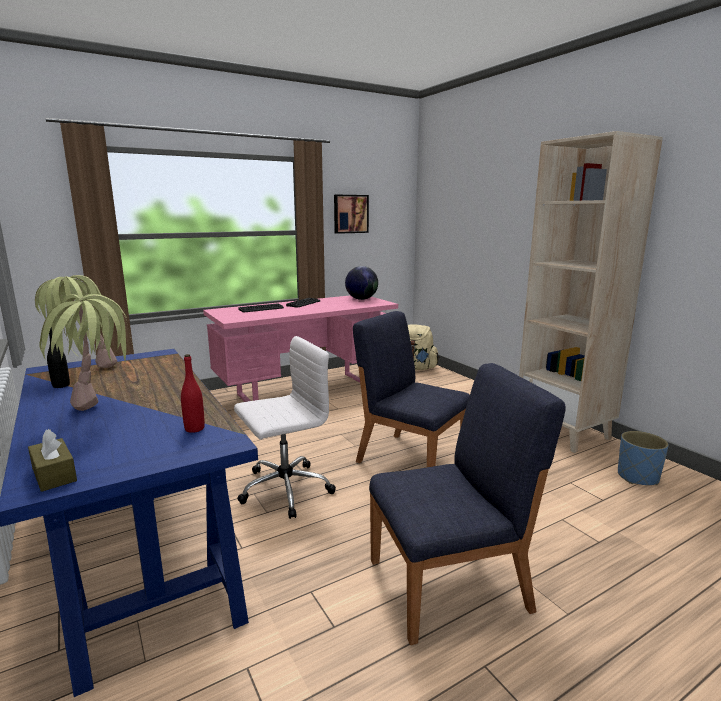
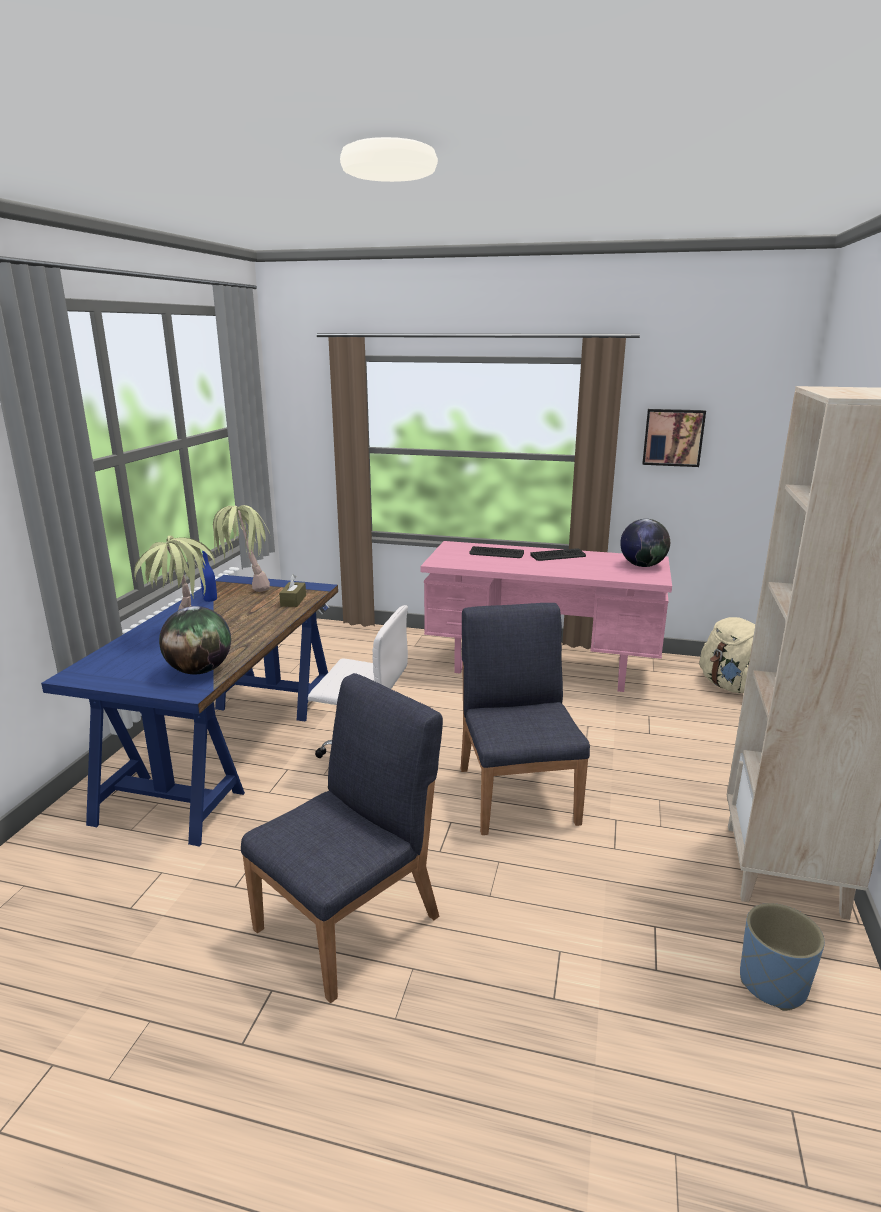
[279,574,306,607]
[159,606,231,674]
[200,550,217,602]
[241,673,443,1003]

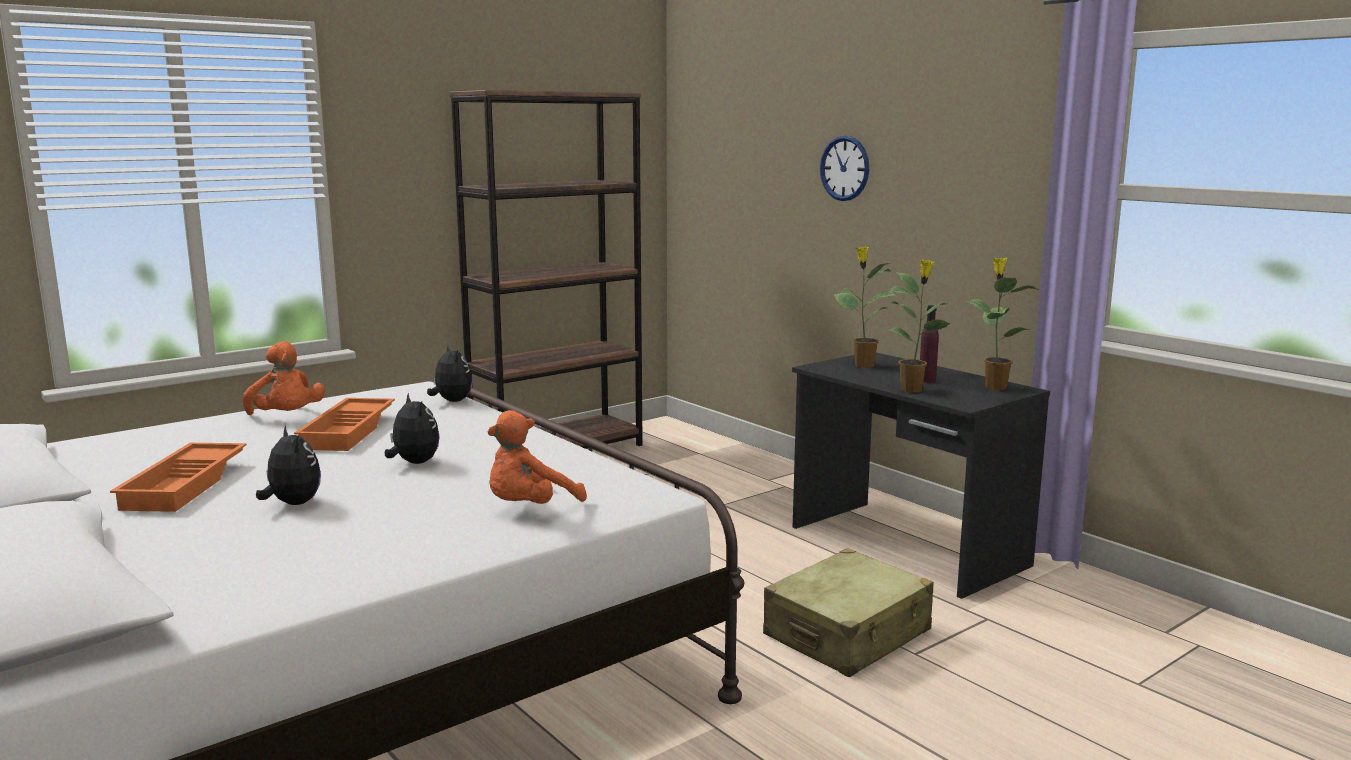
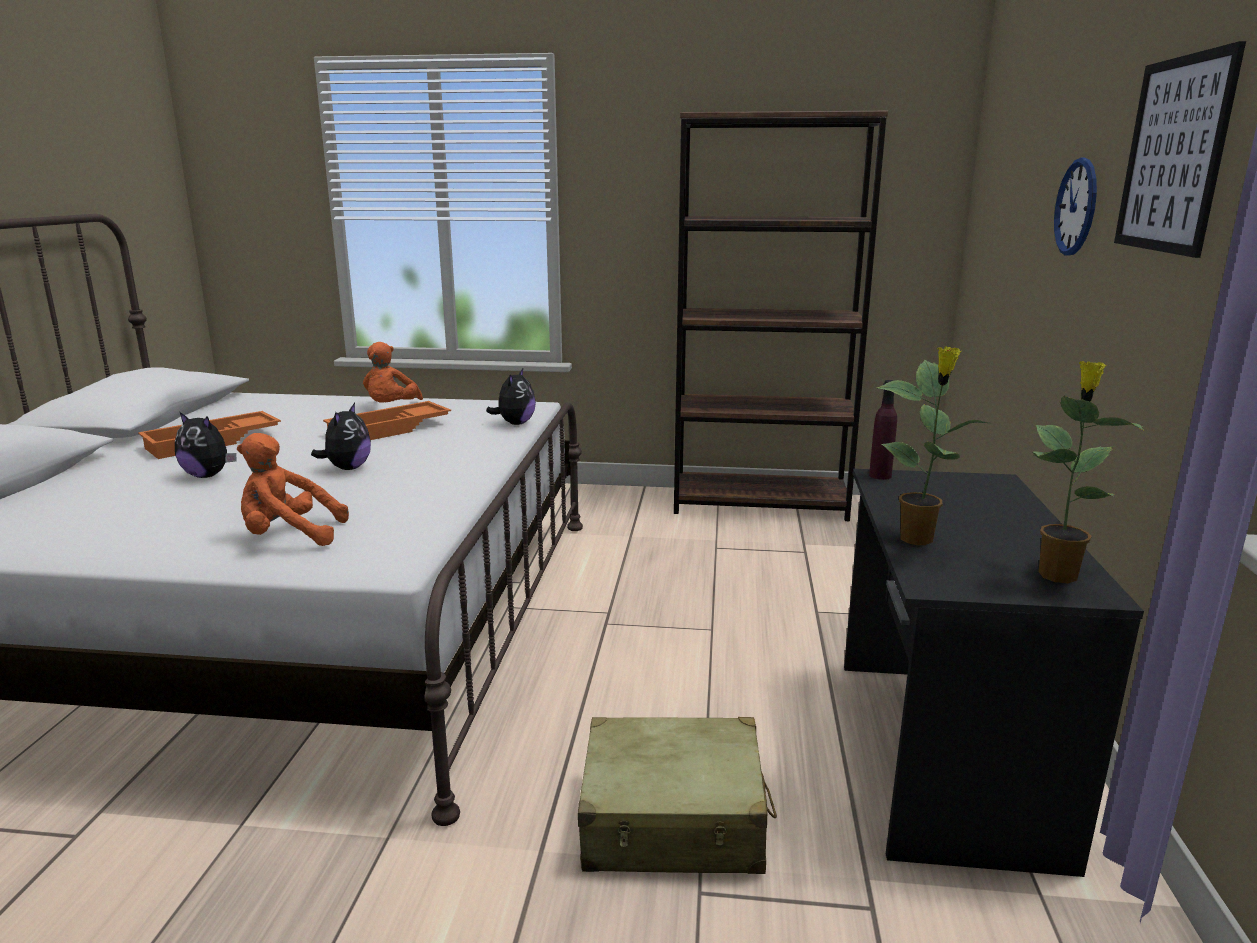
[833,246,896,368] (first image)
[1114,41,1246,258]
[869,380,897,480]
[175,412,237,478]

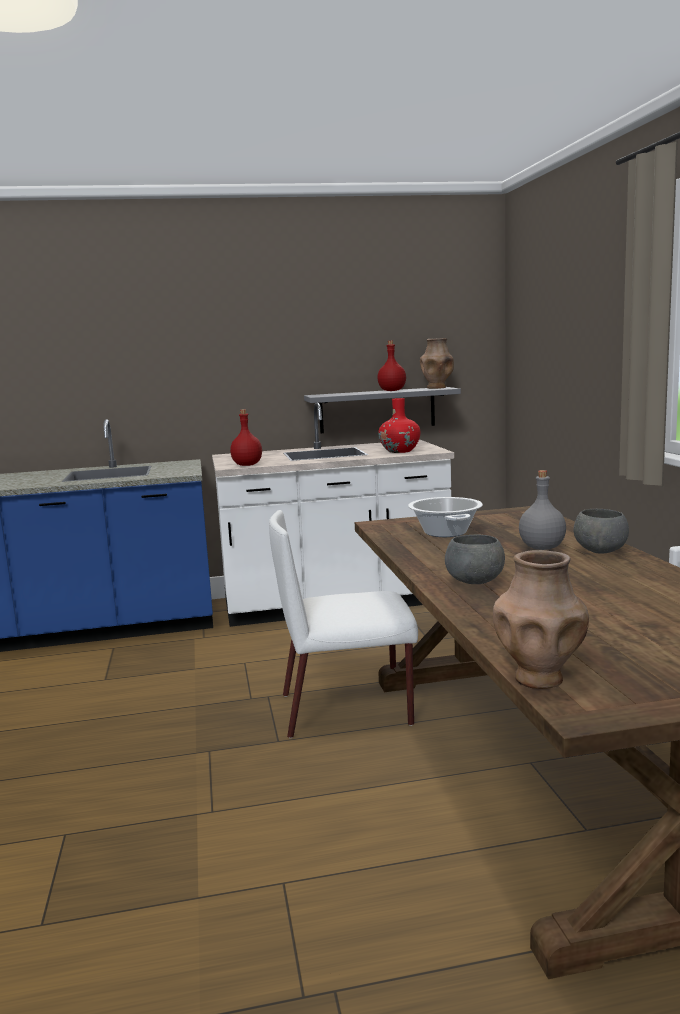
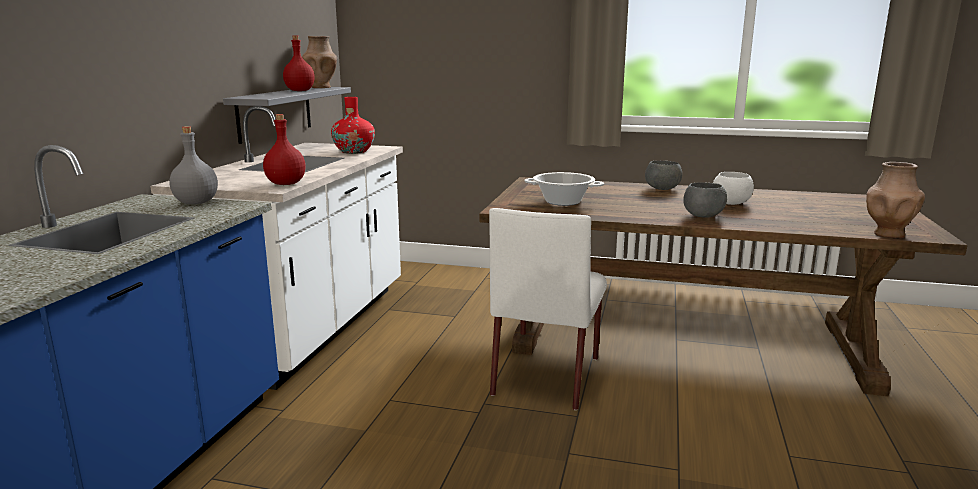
[713,172,754,205]
[169,126,218,204]

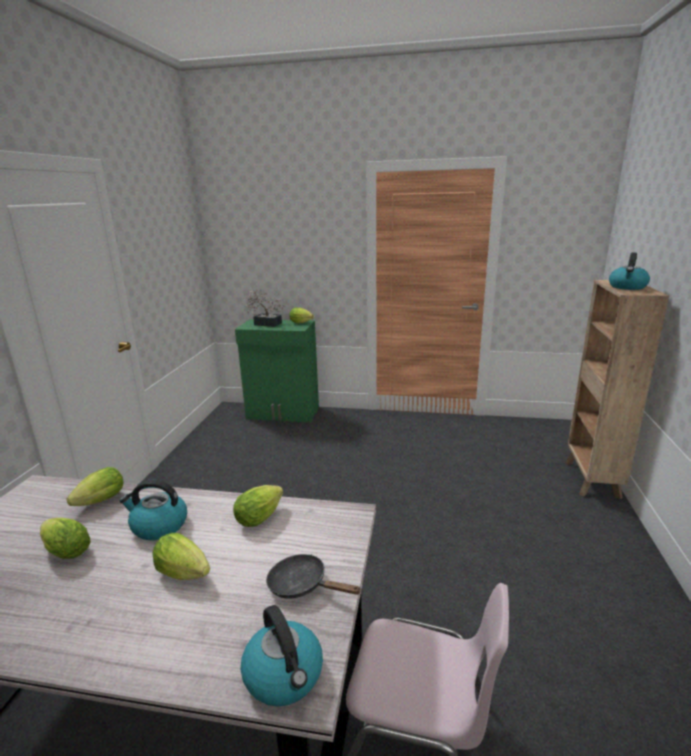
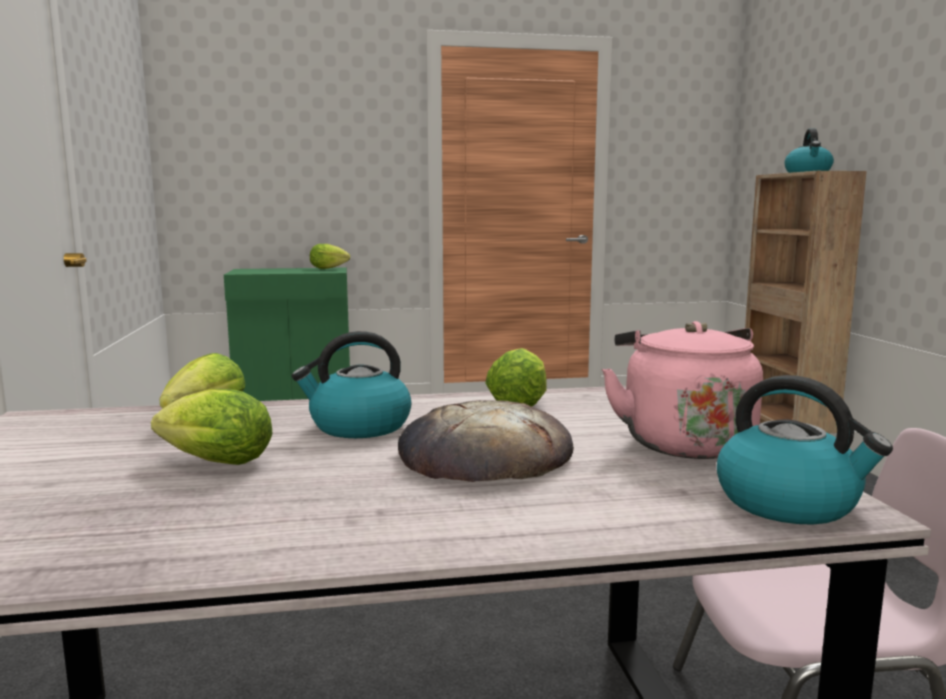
[244,290,286,327] (first image)
[398,400,574,482]
[602,321,763,459]

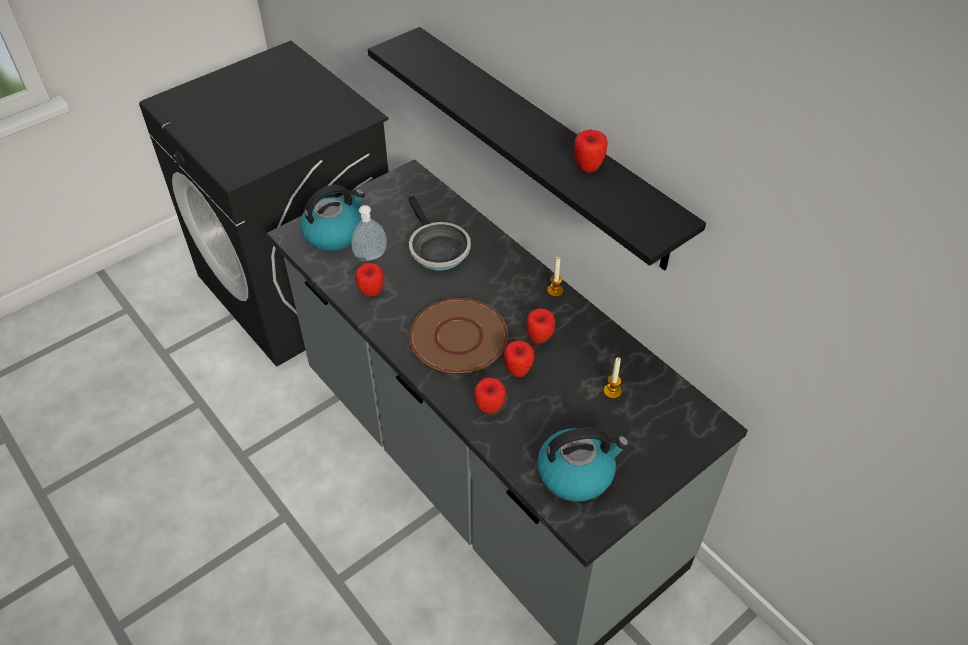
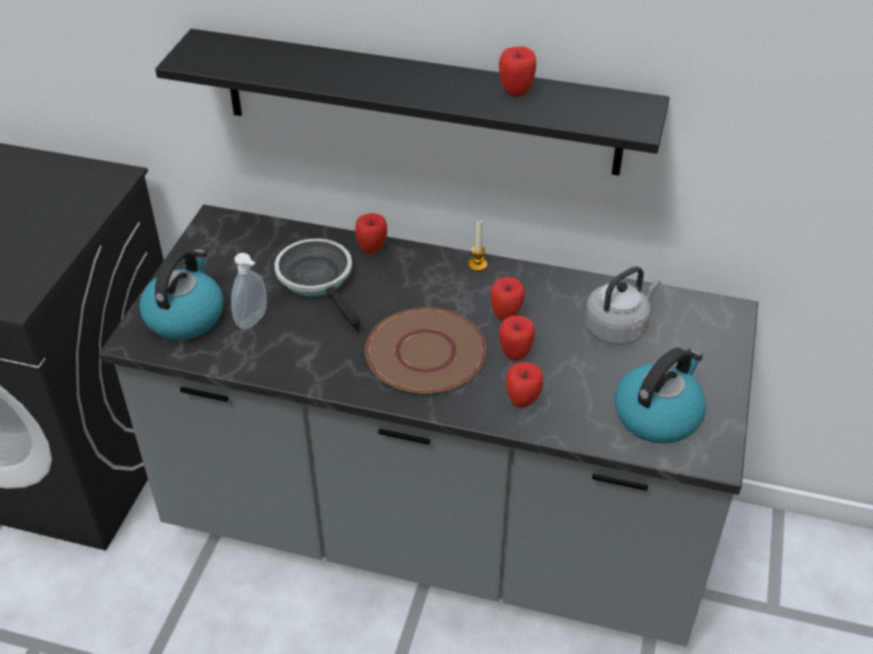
[355,213,387,253]
[585,266,661,345]
[274,239,360,332]

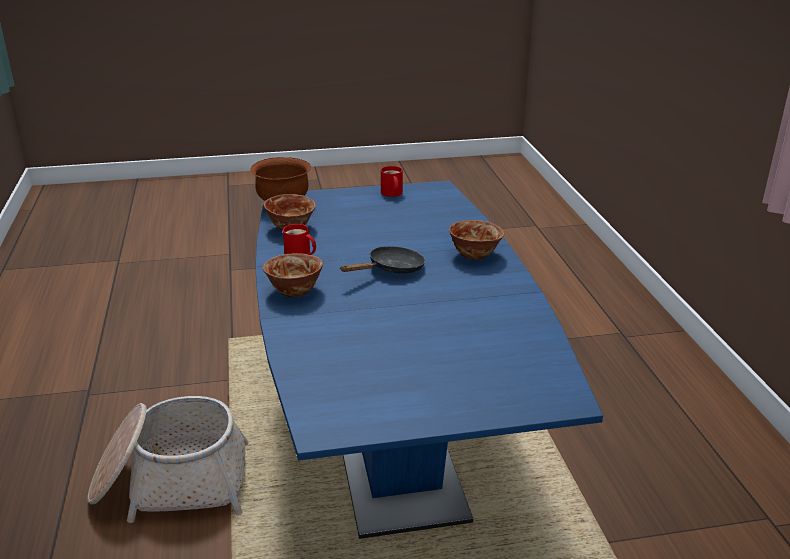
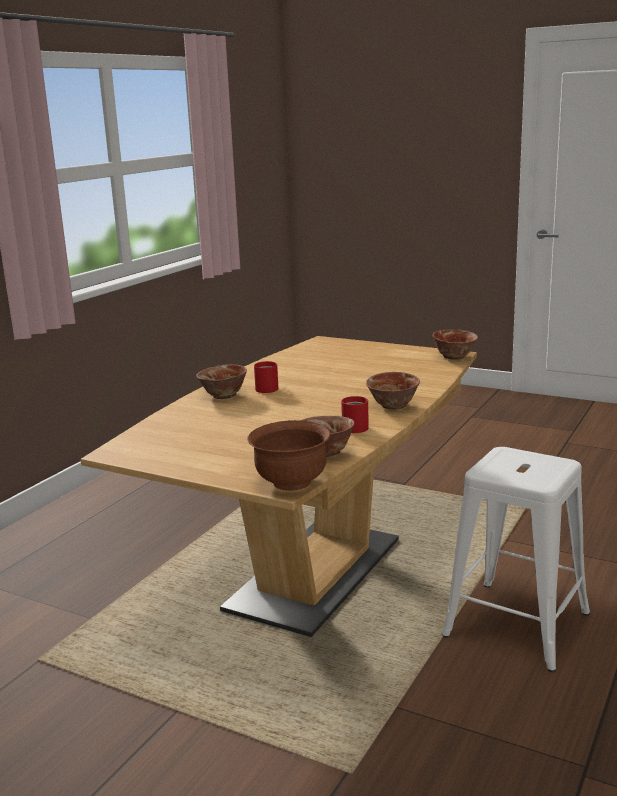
[341,246,425,274] (first image)
[432,329,478,360]
[254,361,278,393]
[442,447,590,672]
[81,336,477,637]

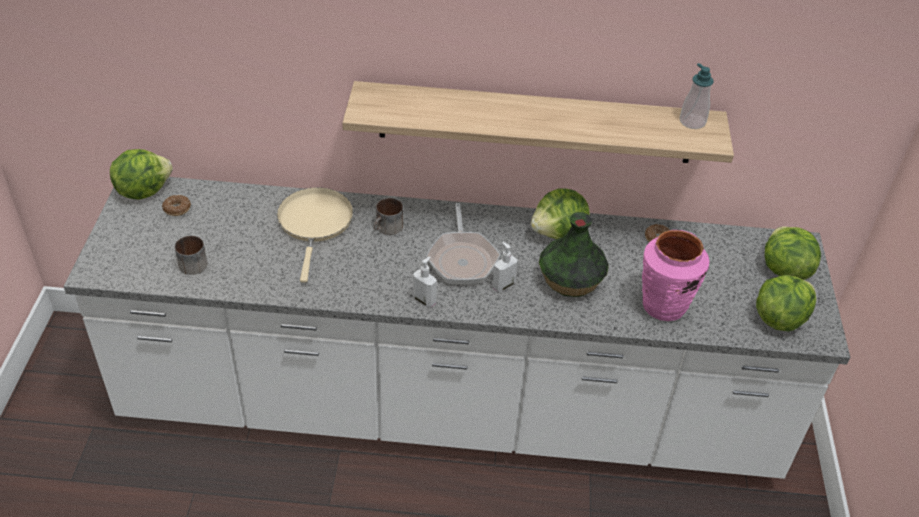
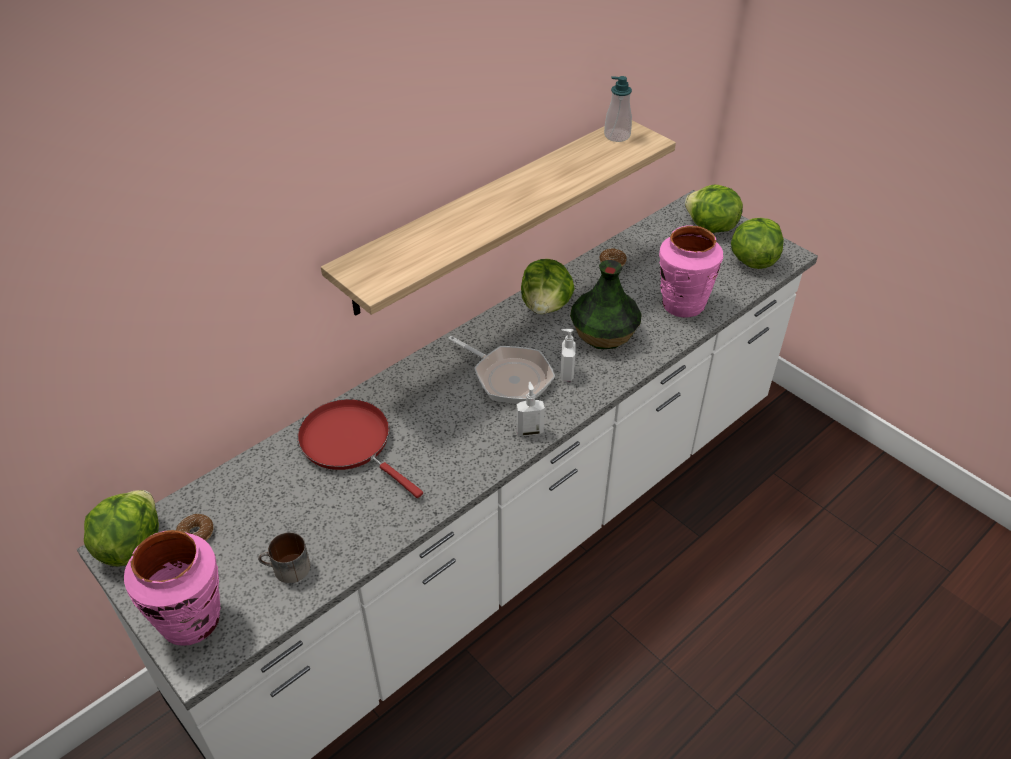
[373,198,403,235] (first image)
[124,530,221,646]
[298,399,423,498]

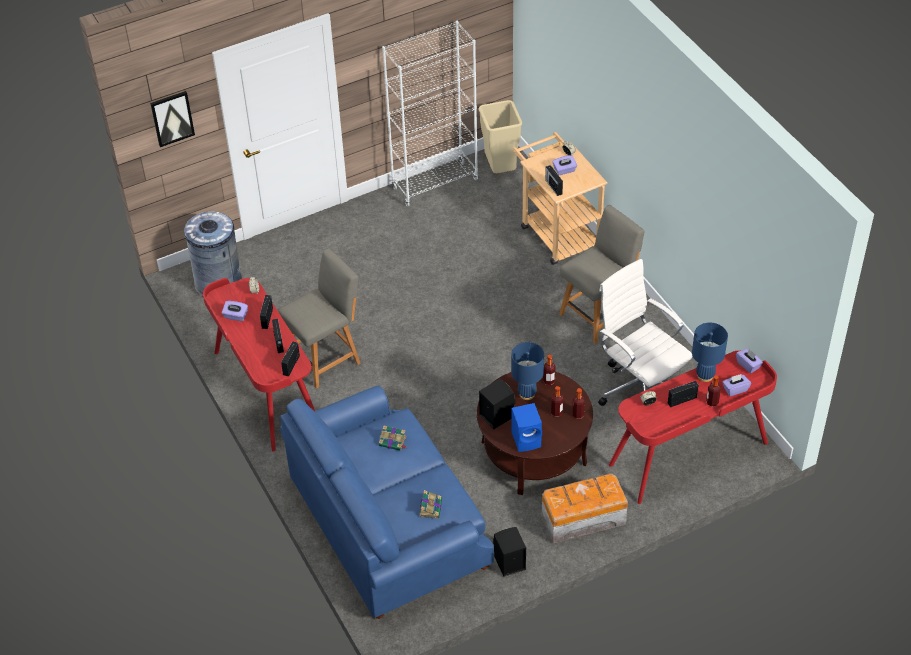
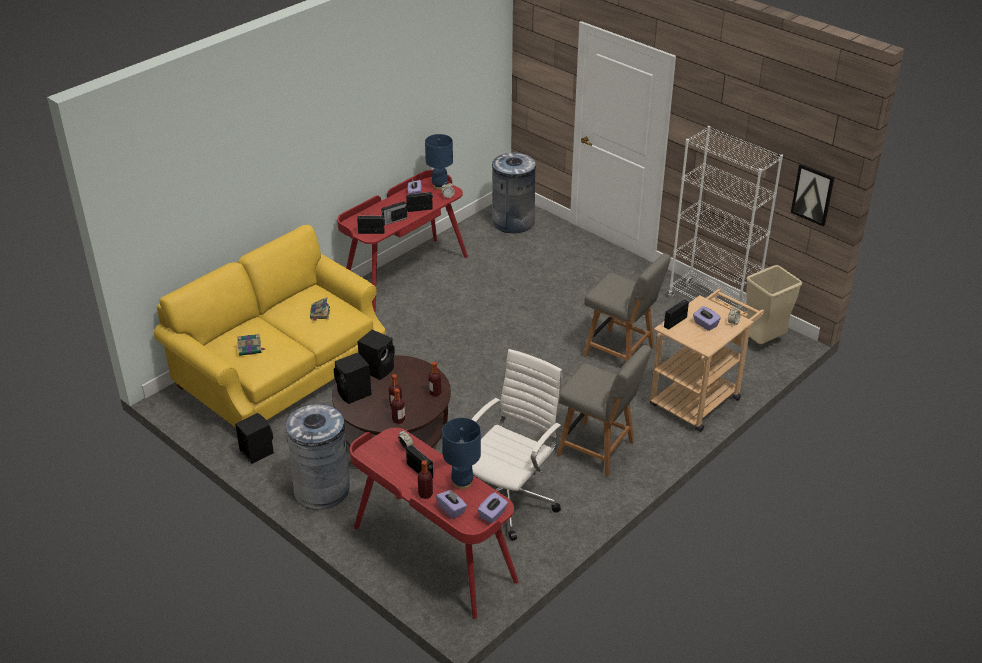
[791,164,835,226]
[583,254,671,361]
[425,134,453,190]
[286,404,350,510]
[154,225,386,428]
[334,353,372,404]

